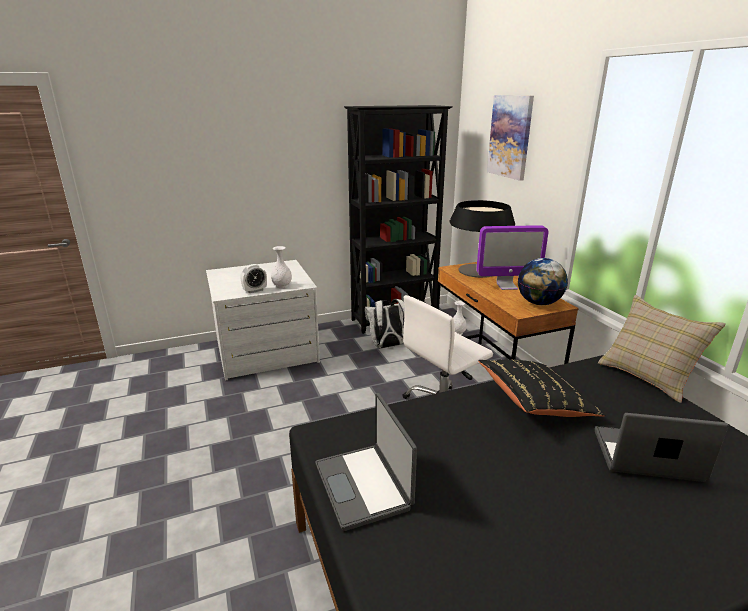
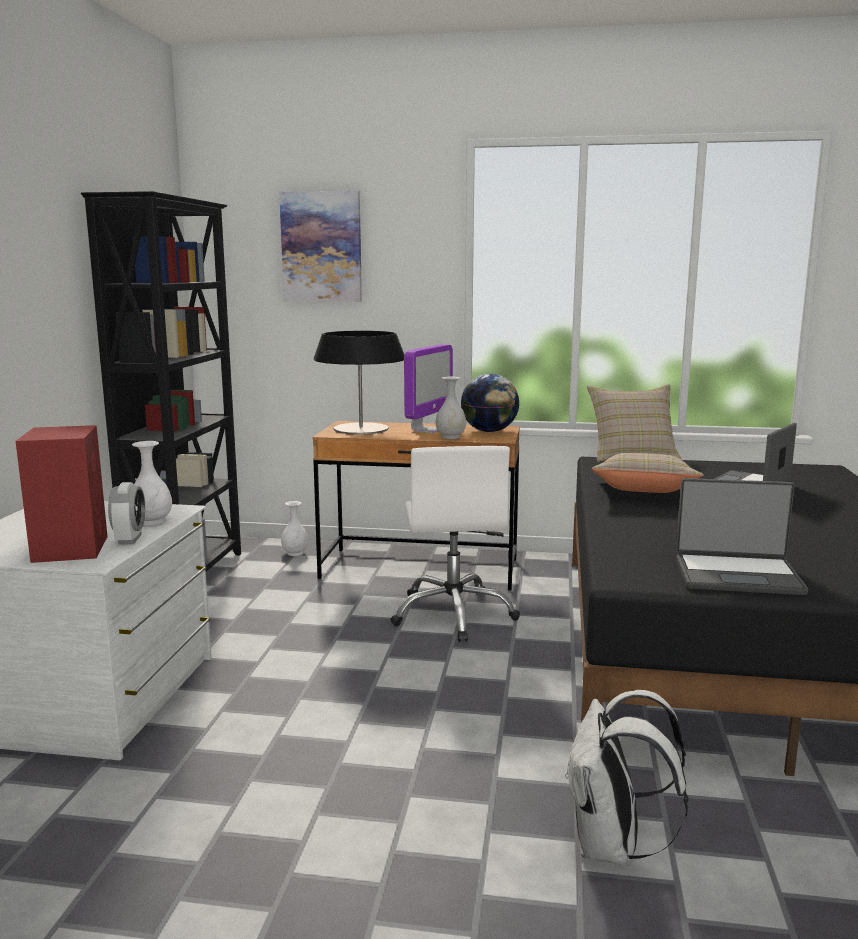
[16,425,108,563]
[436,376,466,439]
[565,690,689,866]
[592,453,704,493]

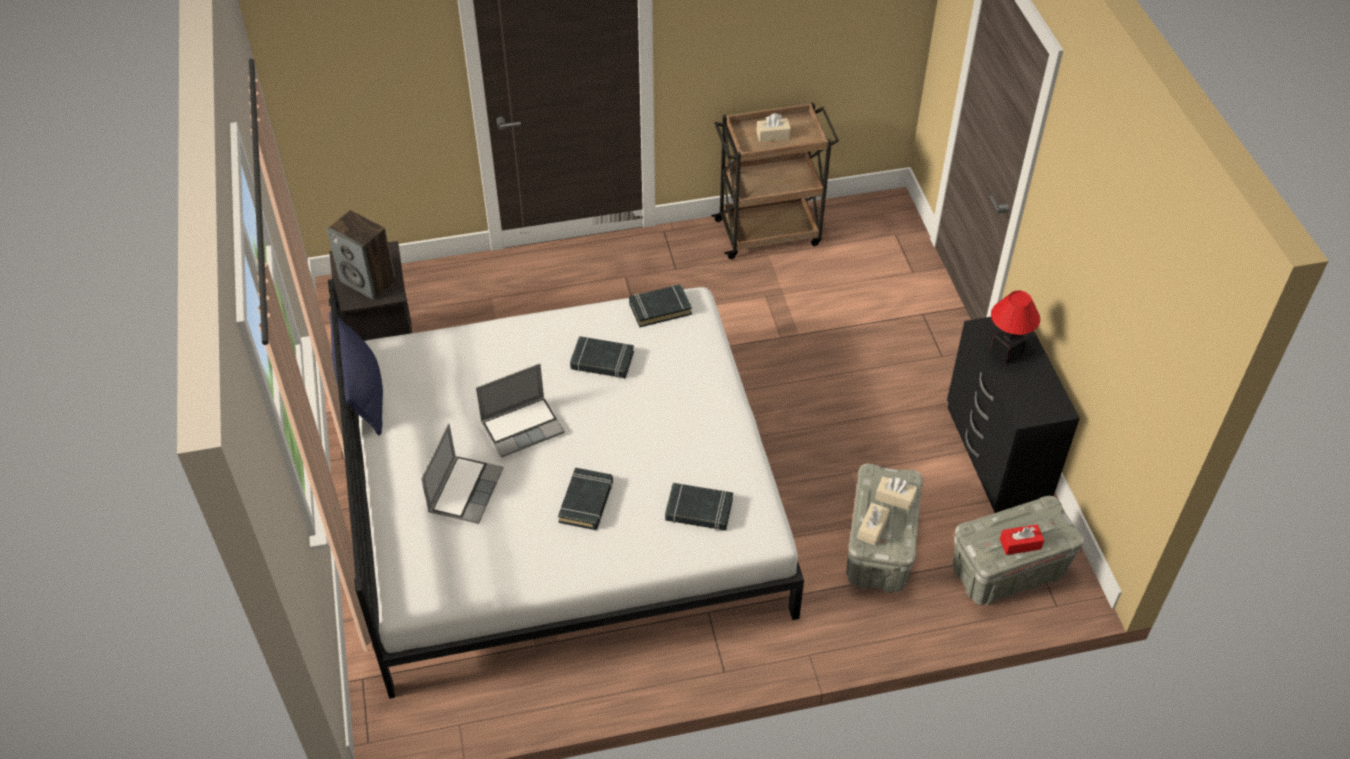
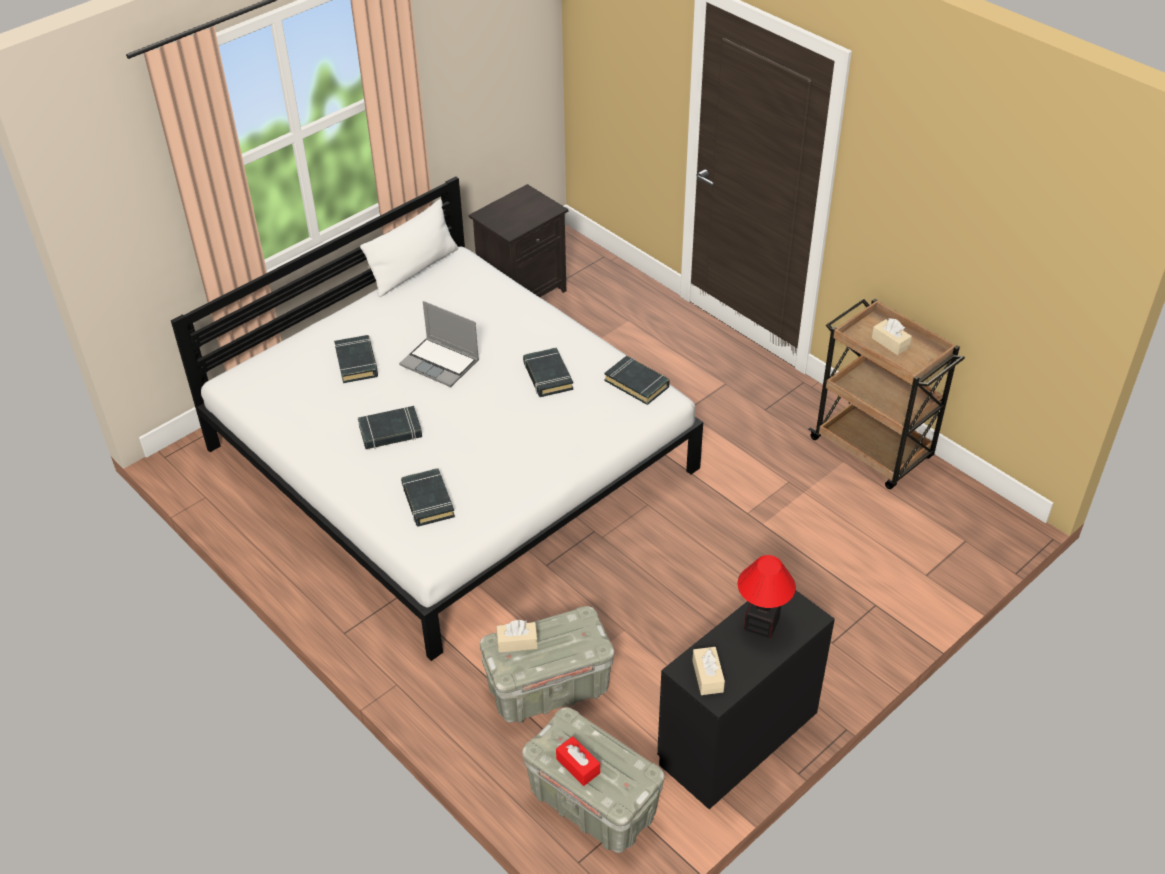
[327,210,396,300] (first image)
[692,647,725,695]
[334,335,378,383]
[360,199,458,297]

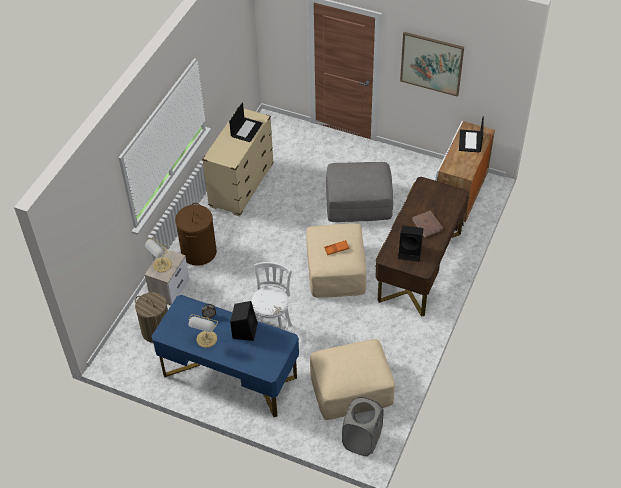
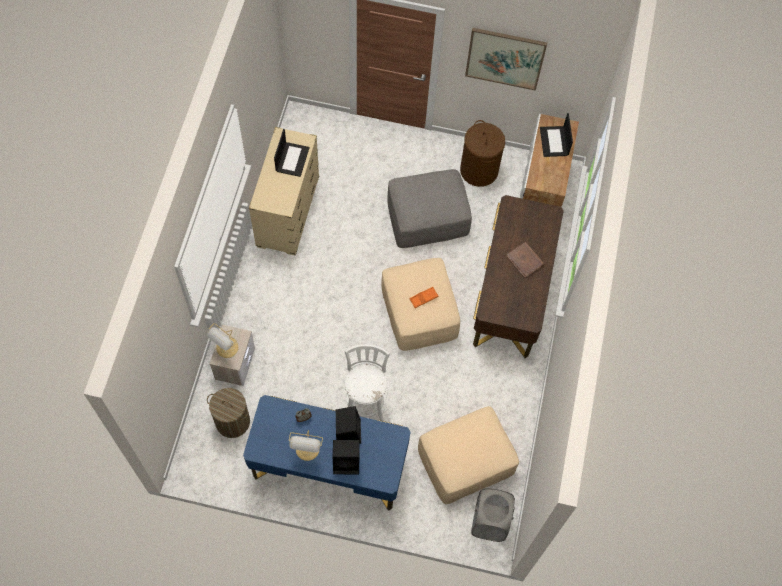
[460,120,505,187]
[333,440,360,474]

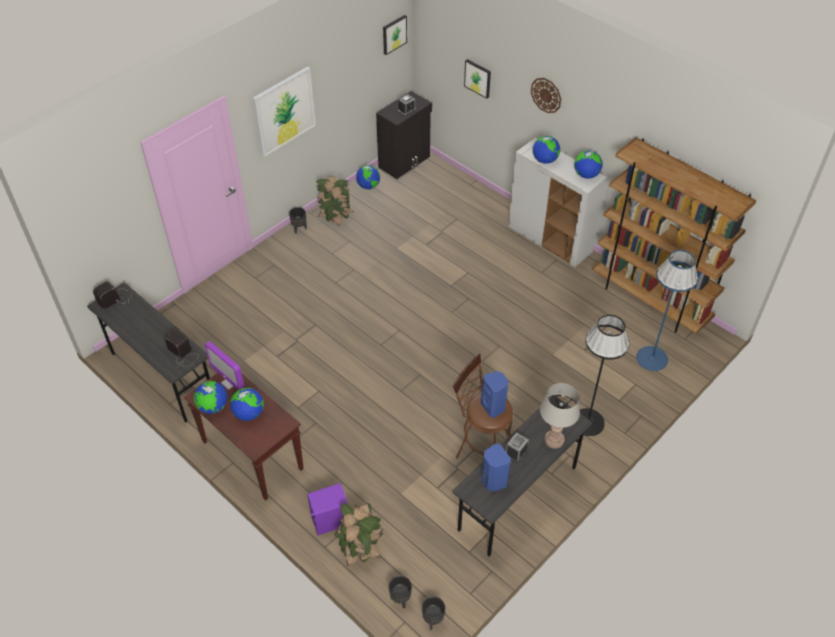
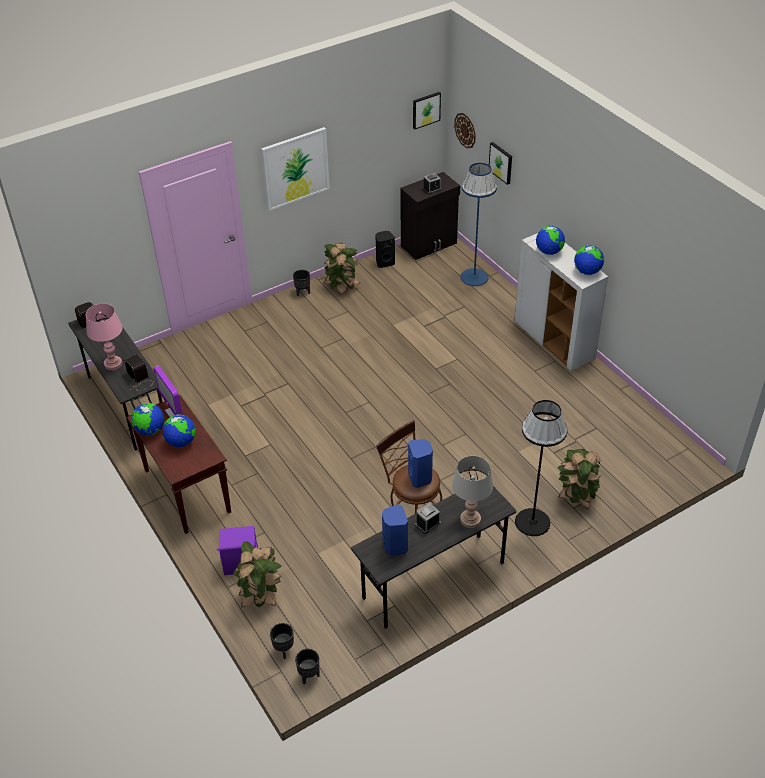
[592,137,757,334] (first image)
[86,304,122,370]
[557,449,601,510]
[454,113,476,148]
[460,163,497,286]
[375,231,395,268]

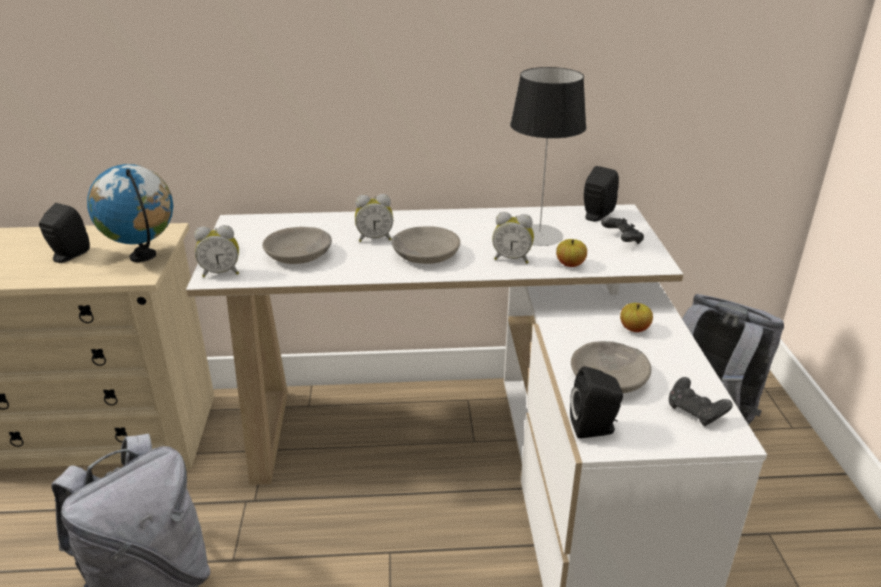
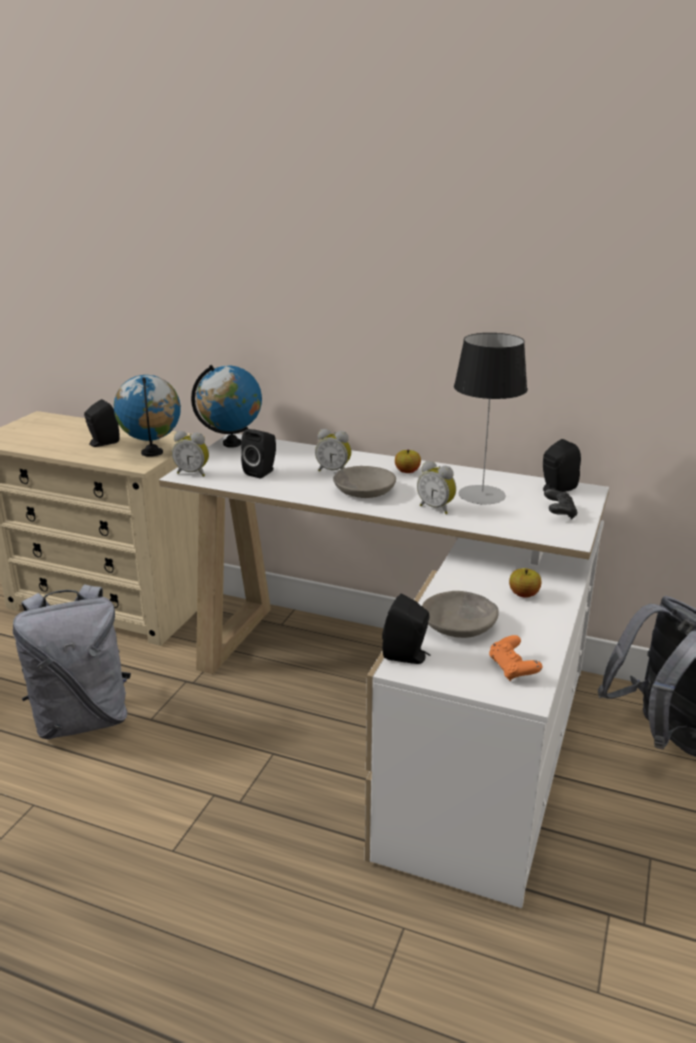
[191,365,262,448]
[395,450,421,473]
[241,429,276,479]
[489,635,542,681]

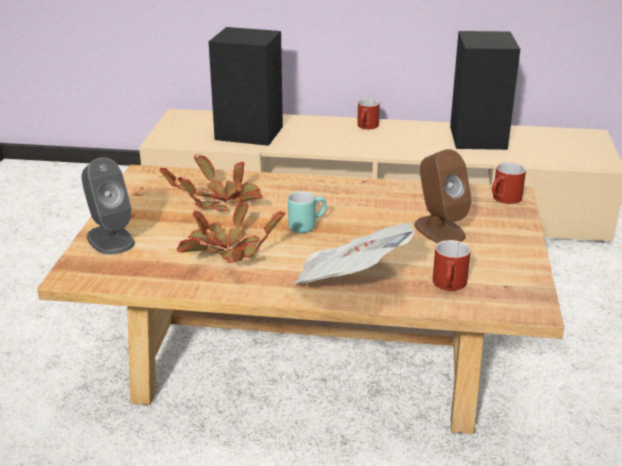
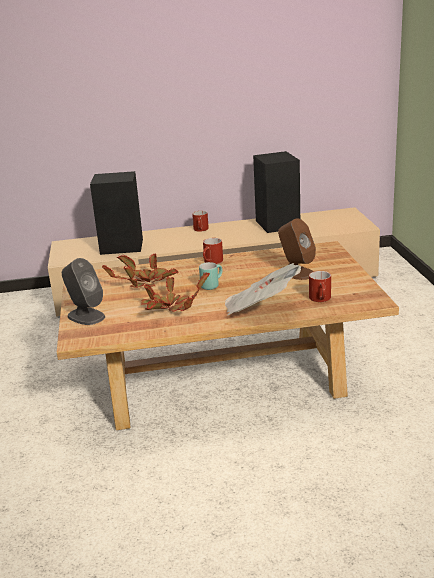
[203,238,223,264]

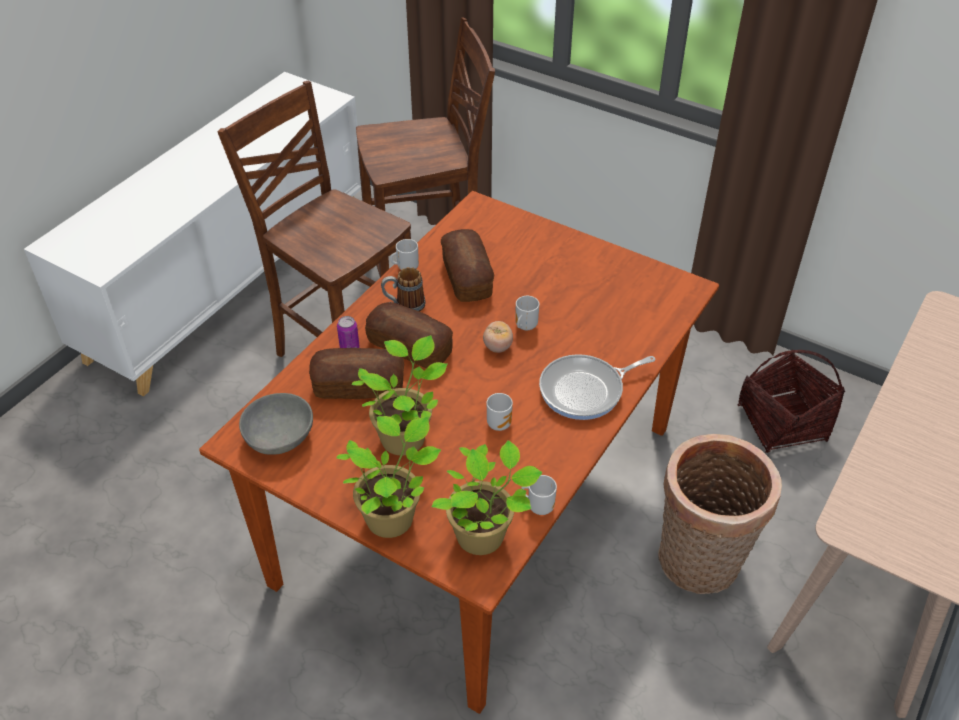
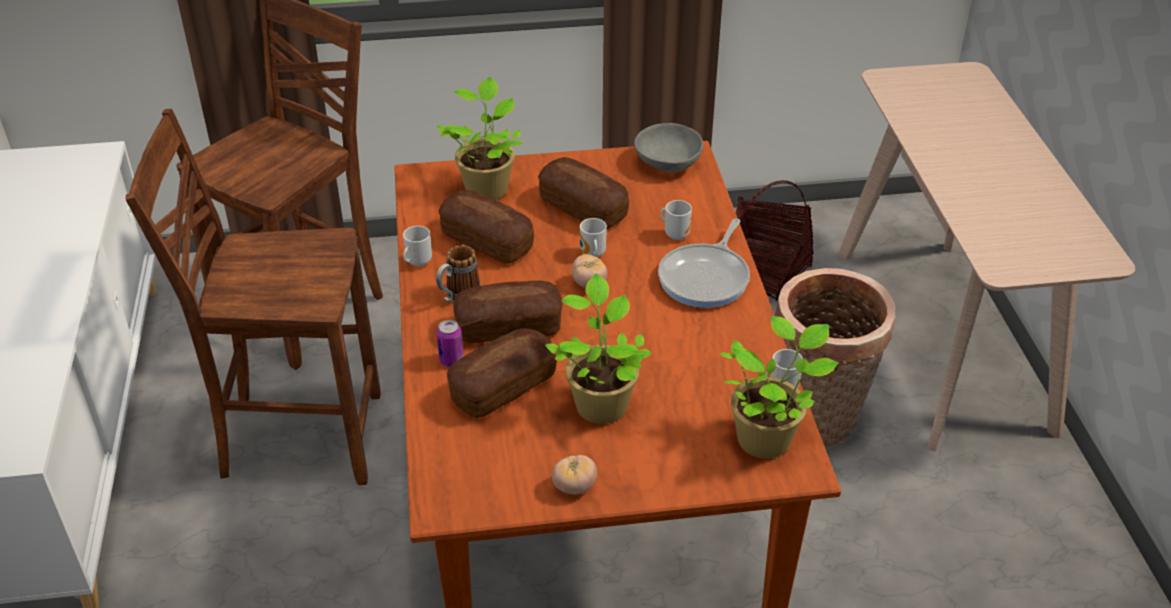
[538,157,629,229]
[552,455,597,495]
[634,123,703,173]
[437,77,522,200]
[661,200,692,240]

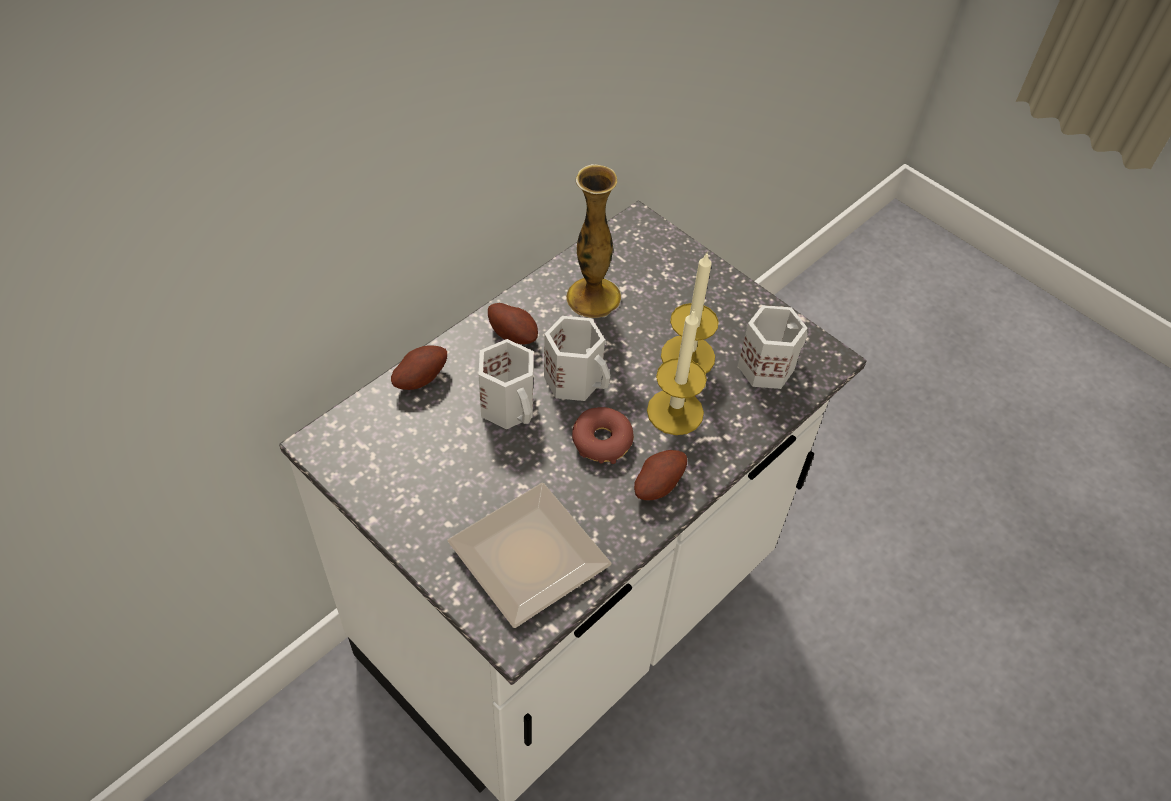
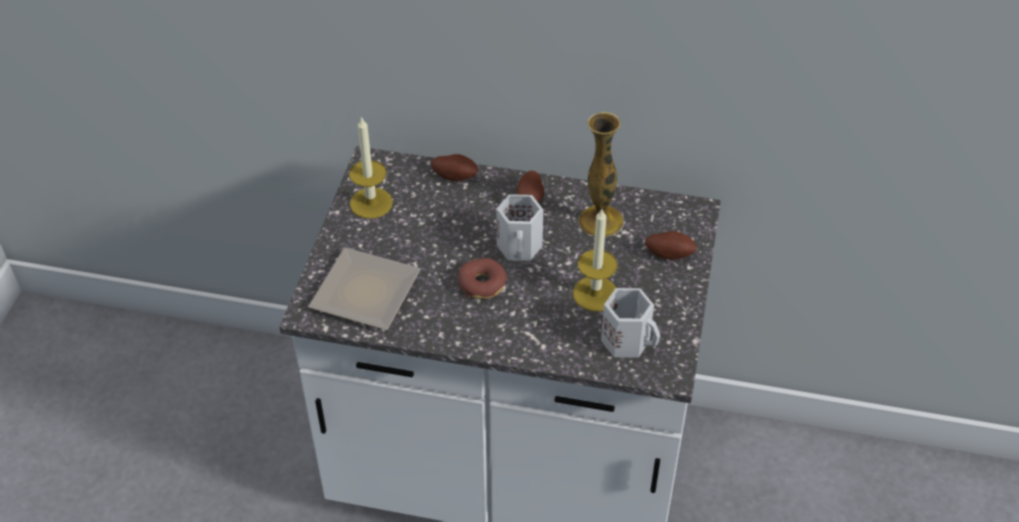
[478,339,533,429] (first image)
[645,231,697,260]
[349,116,393,219]

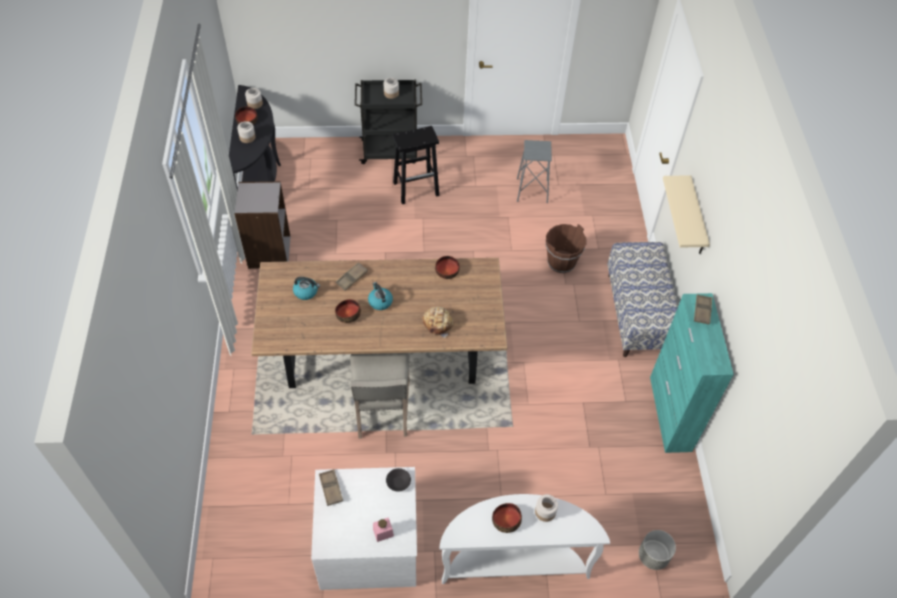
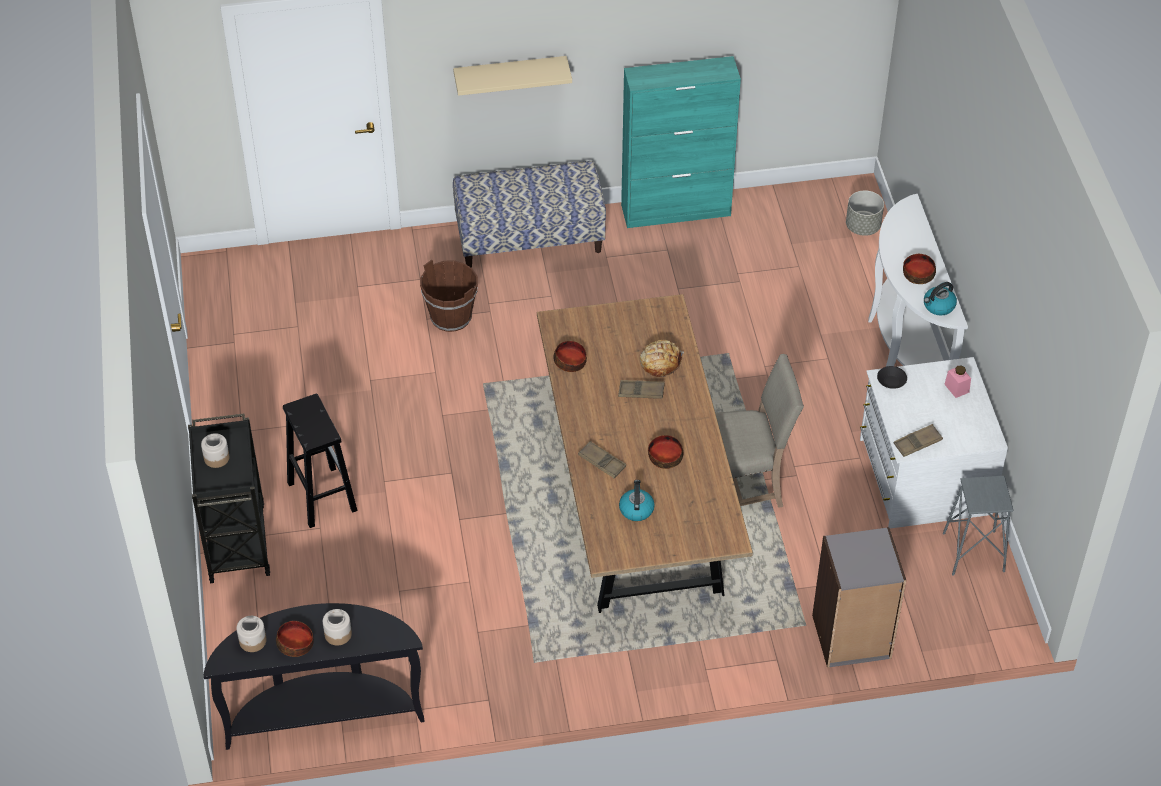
[535,494,558,522] (first image)
[812,527,906,668]
[924,282,957,316]
[943,476,1013,575]
[618,380,665,399]

